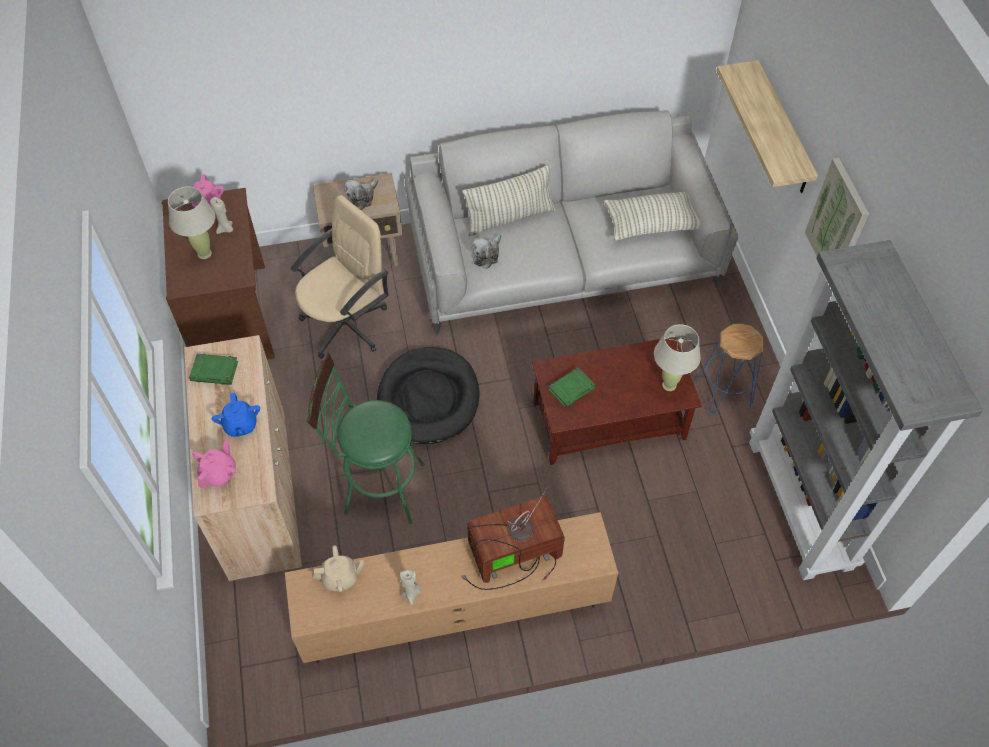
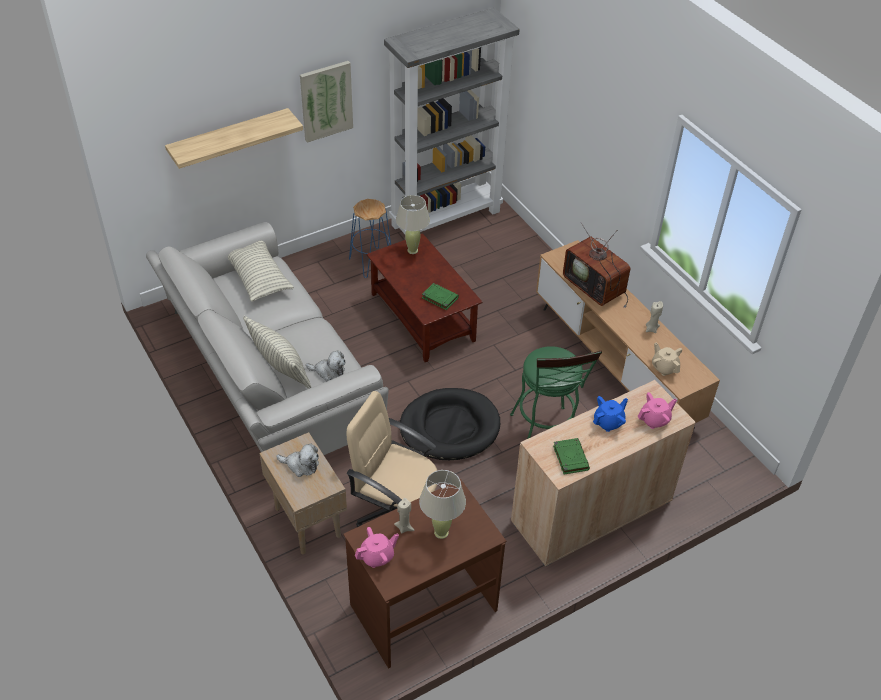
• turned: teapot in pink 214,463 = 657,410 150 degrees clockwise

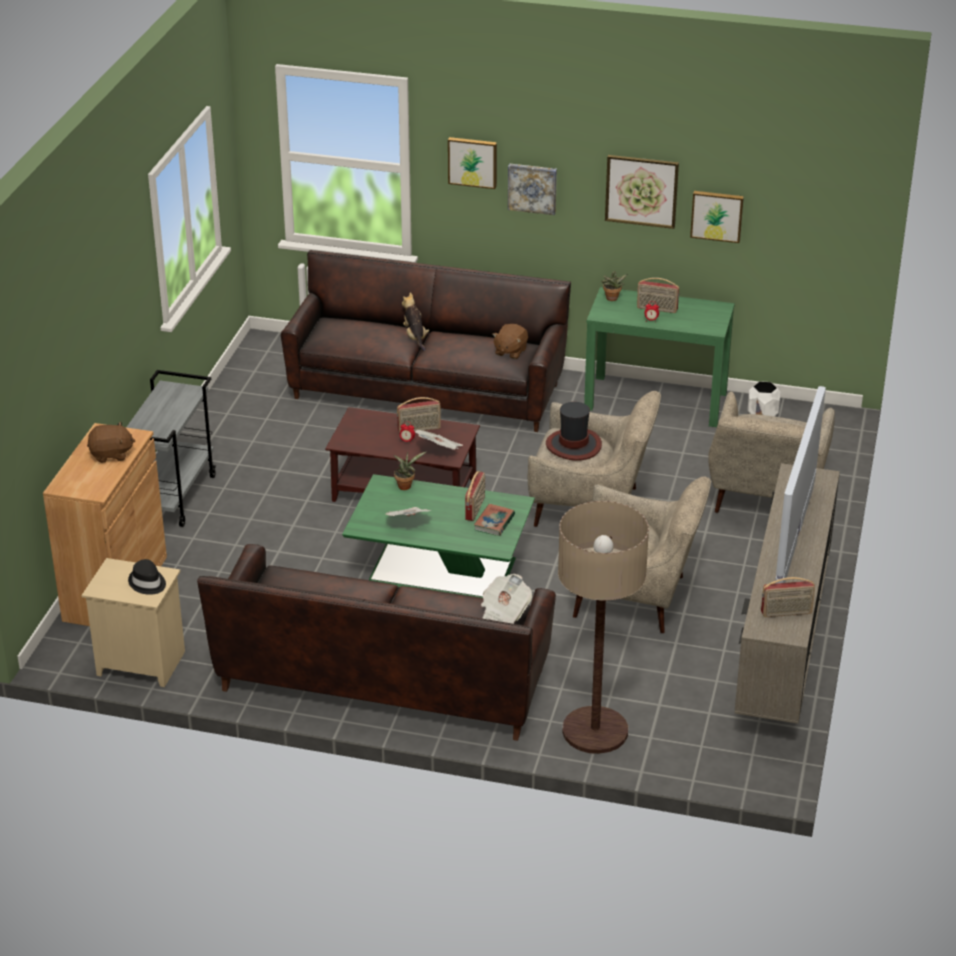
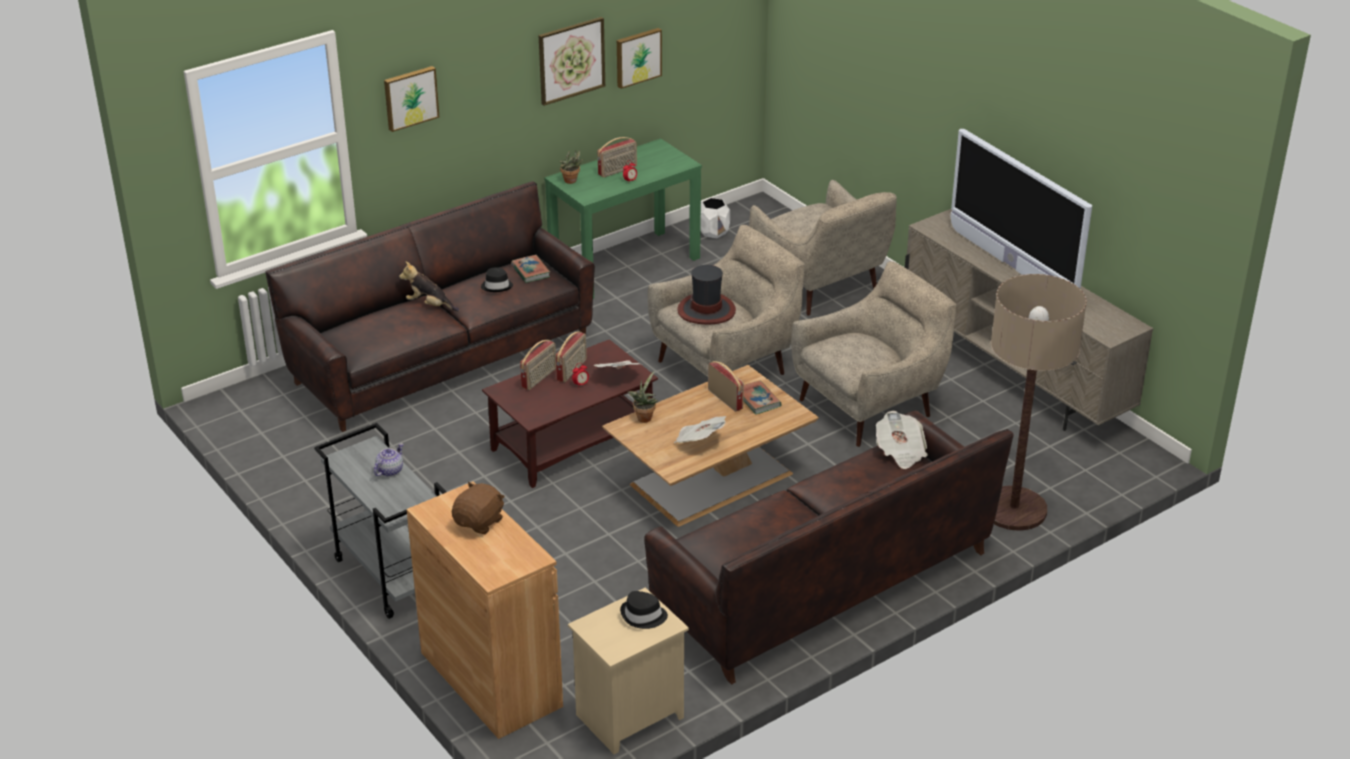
• added: teapot 388,459
• added: hat in black 497,279
• replaced: plush toy in brown 510,341 to book 530,269
• moved: radio 788,597 to 538,365
• recoloured: coffee table in green 438,536 to coffee table in brown 710,446
• removed: picture 532,189

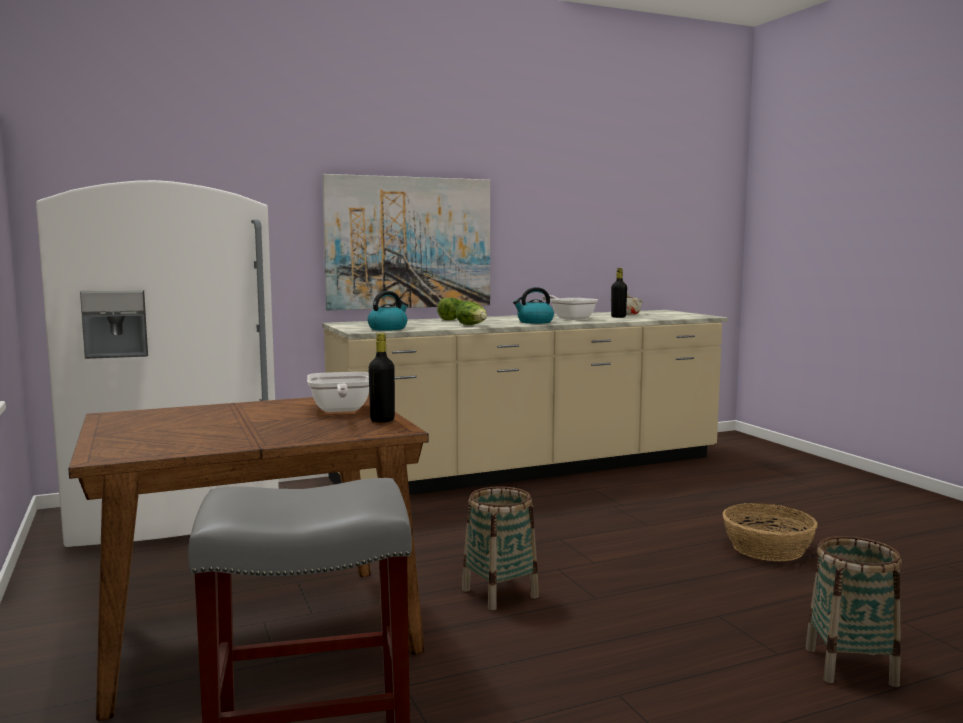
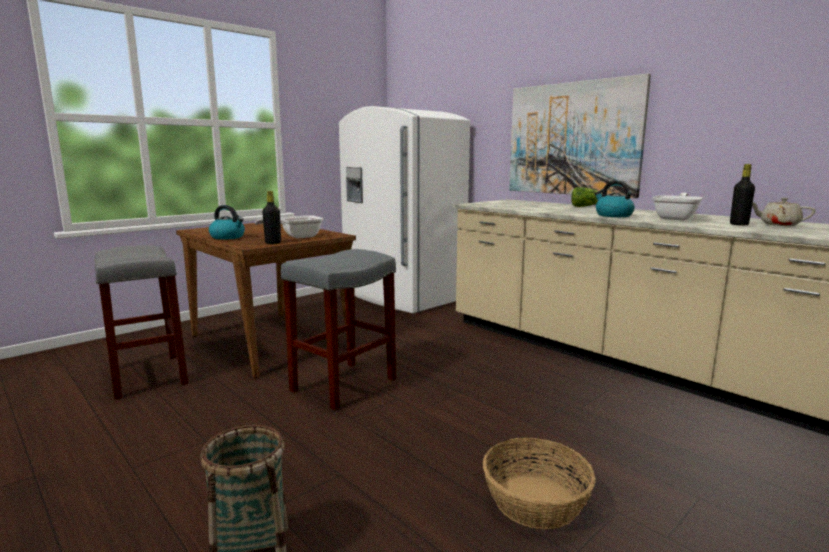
• moved: kettle 387,311 to 227,222
• replaced: basket 500,548 to stool in grey 338,330
• removed: lettuce 471,313

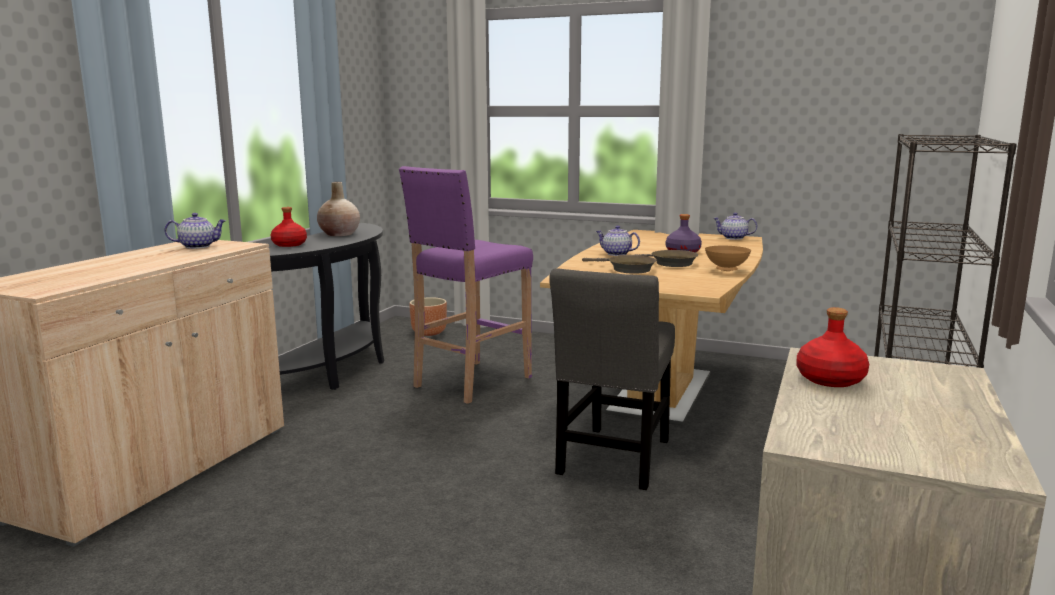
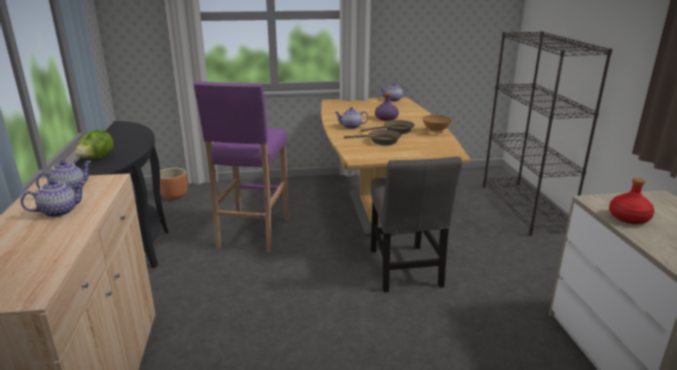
• added: teapot 53,198
• replaced: bottle in red 289,227 to lettuce 94,144
• removed: vase in beige 338,209

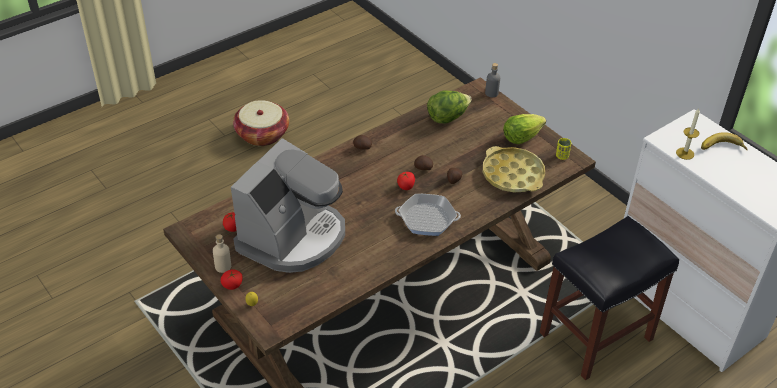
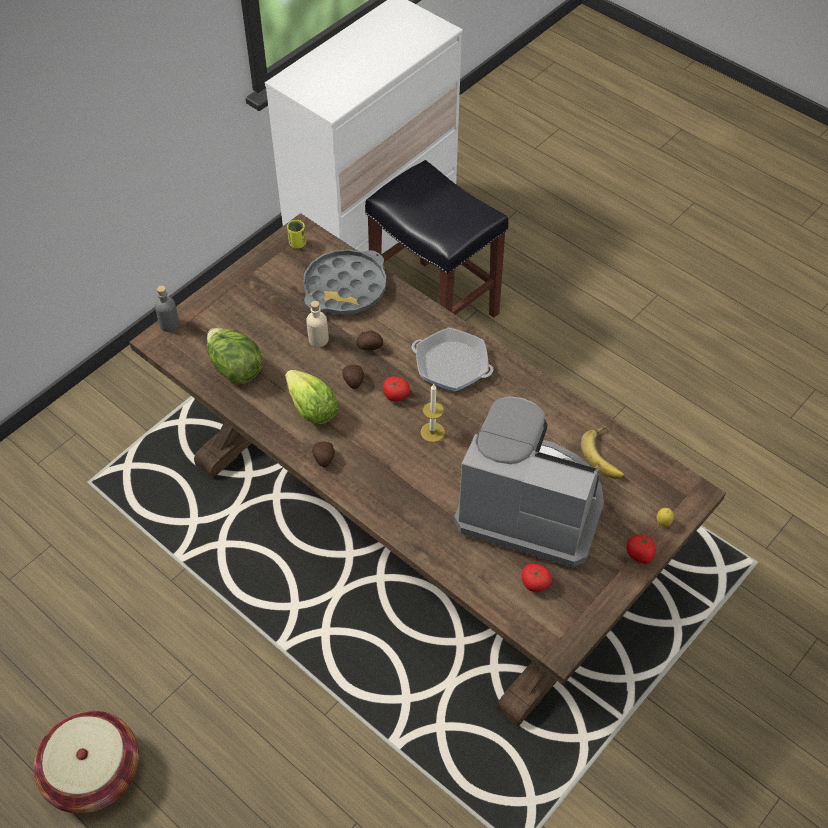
• moved: lettuce 525,129 to 312,397
• recoloured: tray in yellow 514,169 to tray in grey 344,282
• moved: bottle in beige 222,253 to 317,324
• turned: frying pan 428,215 = 452,359 60 degrees counterclockwise
• moved: candle 688,134 to 433,413
• moved: banana 724,141 to 603,452

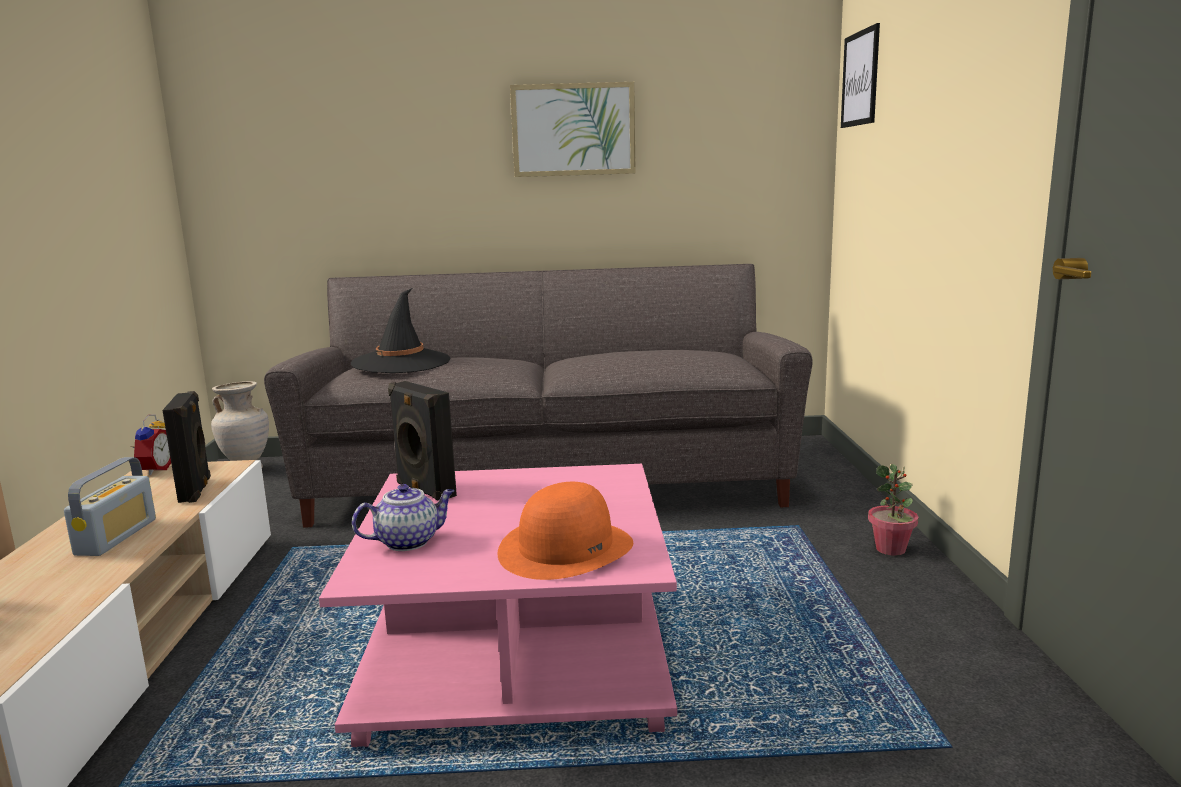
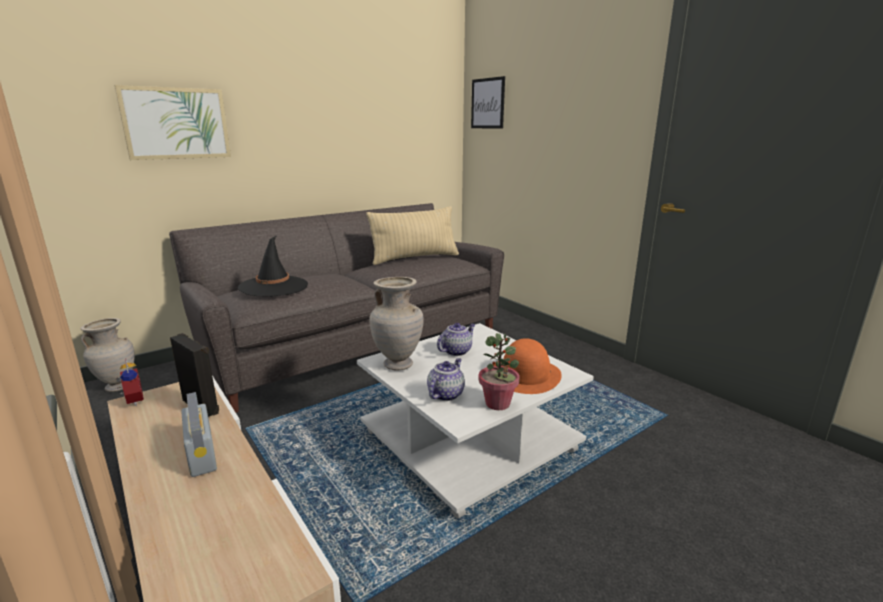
• moved: picture 573,129 to 172,122
• recoloured: coffee table in pink 498,605 to coffee table in white 475,421
• added: pillow in beige 412,235
• replaced: speaker in black 422,441 to vase in beige 396,323
• added: teapot 456,339
• moved: potted plant 893,510 to 499,371

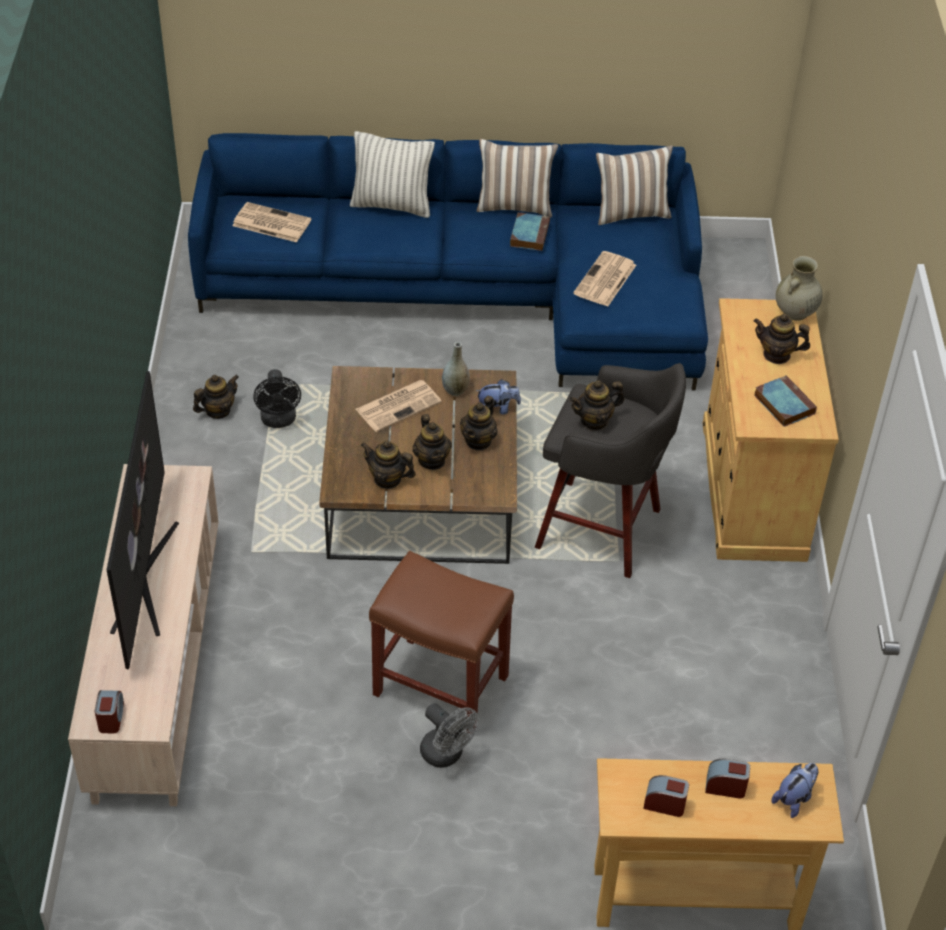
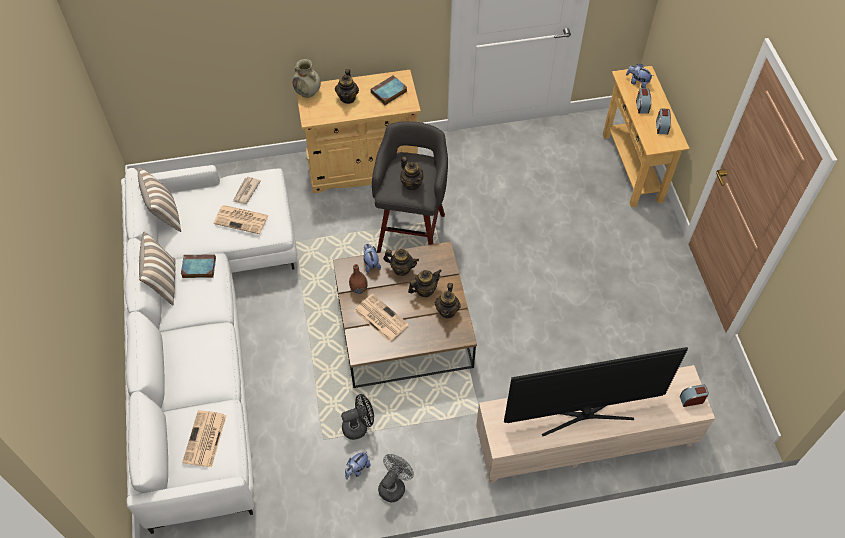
• recoloured: sofa in blue 448,262 to sofa in white 209,349
• added: newspaper 247,190
• replaced: teapot 216,397 to plush toy 358,465
• recoloured: vase in grey 456,369 to vase in brown 358,279
• moved: fan in grey 449,735 to 396,478
• removed: pillow 392,174
• removed: stool in brown 441,641

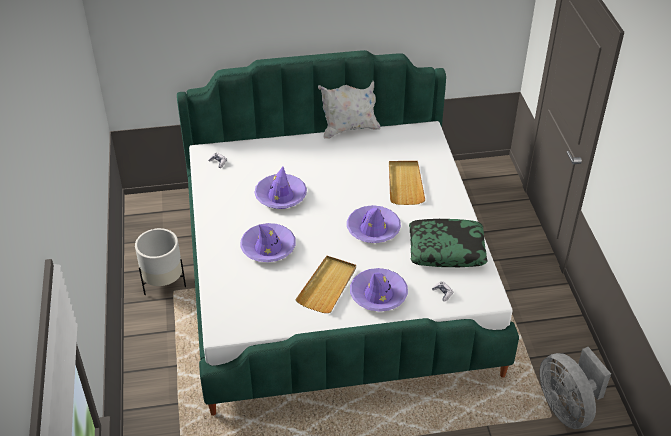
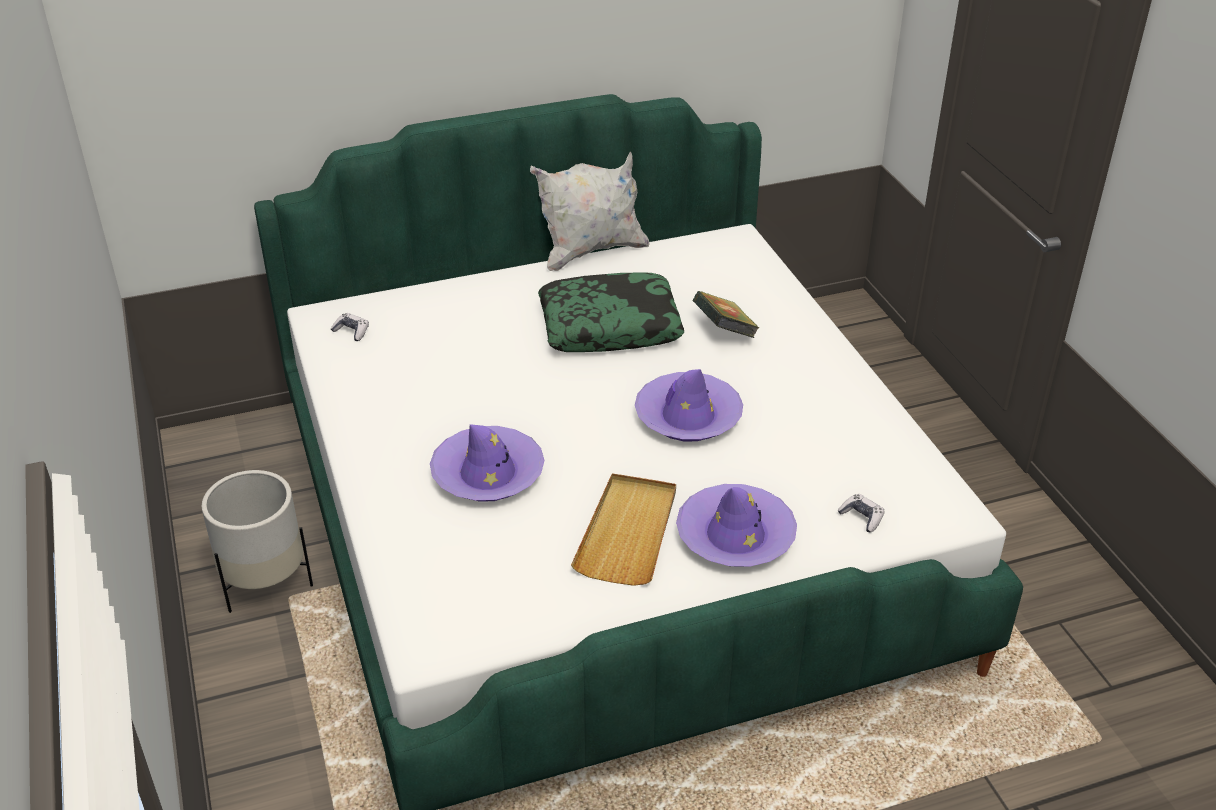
• moved: pillow 448,243 to 611,312
• replaced: tray in beige 407,183 to book 726,314
• removed: hat in purple 280,188
• removed: fan in grey 575,388

